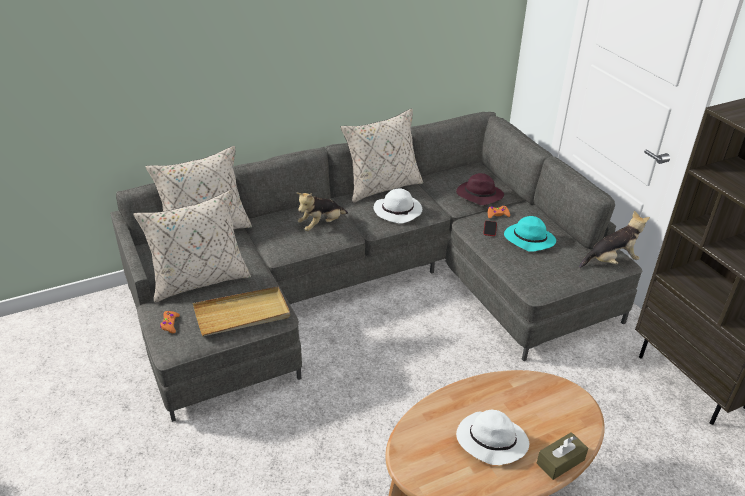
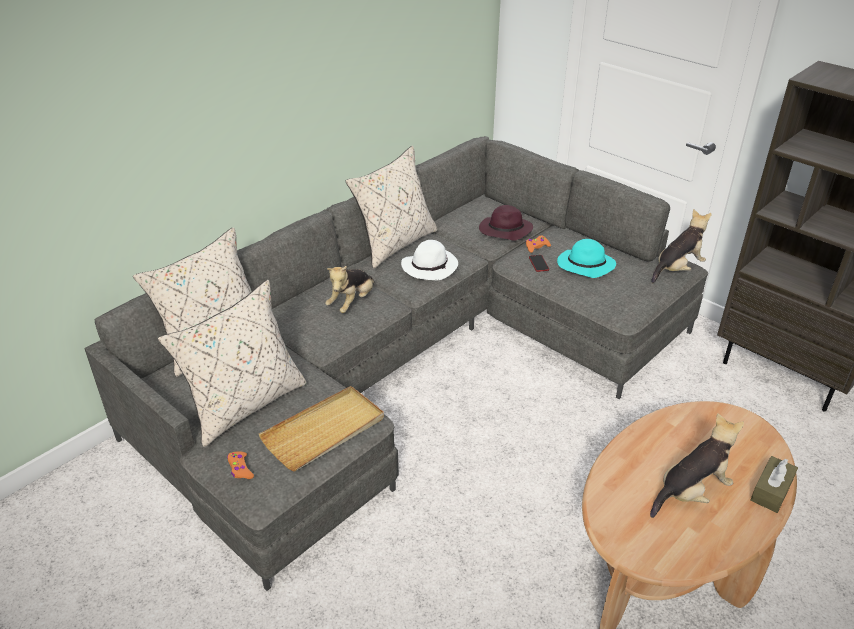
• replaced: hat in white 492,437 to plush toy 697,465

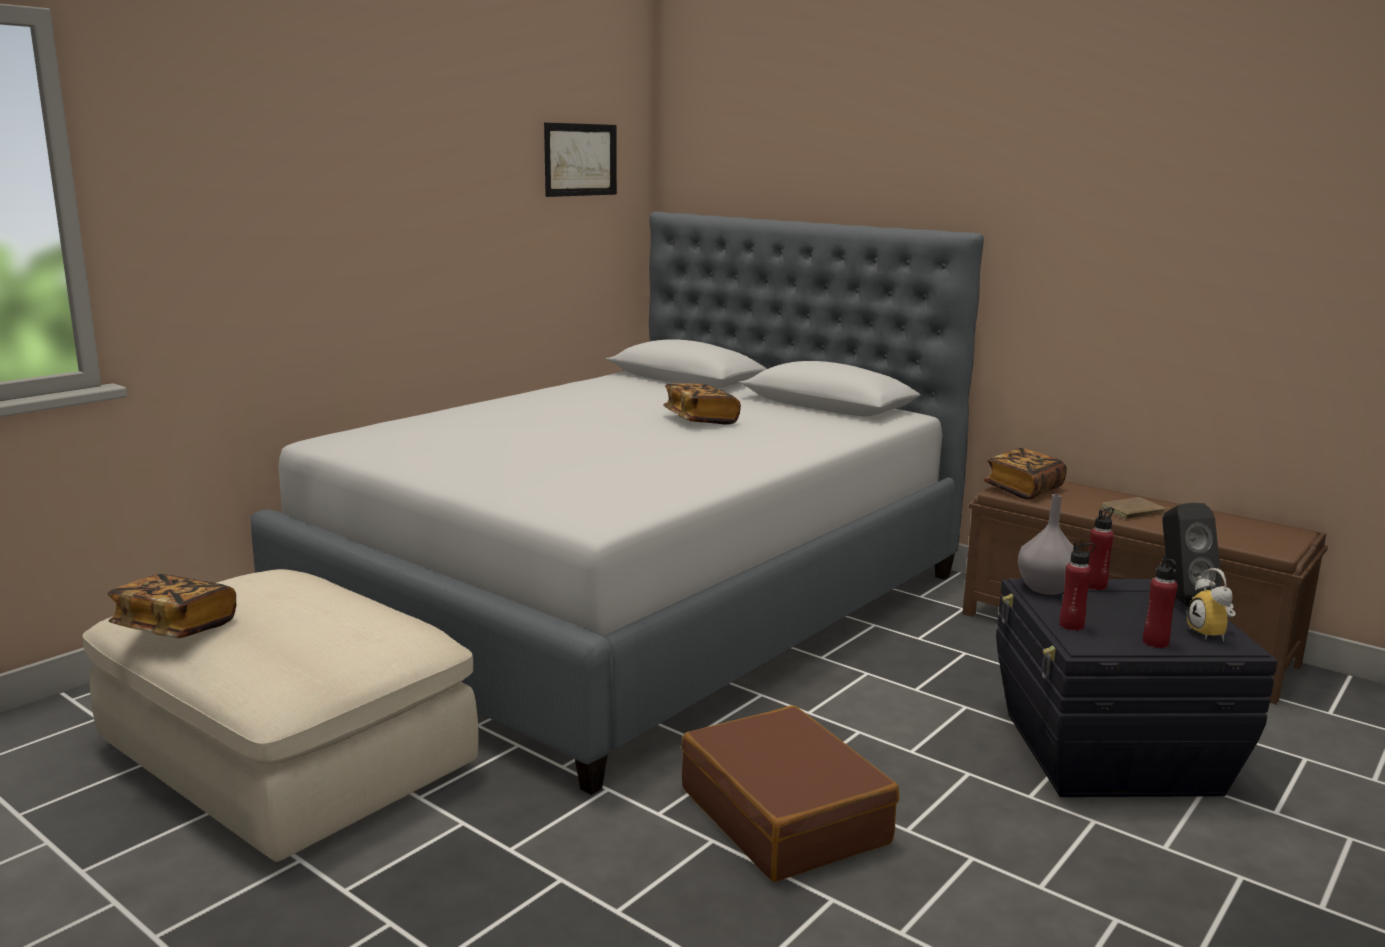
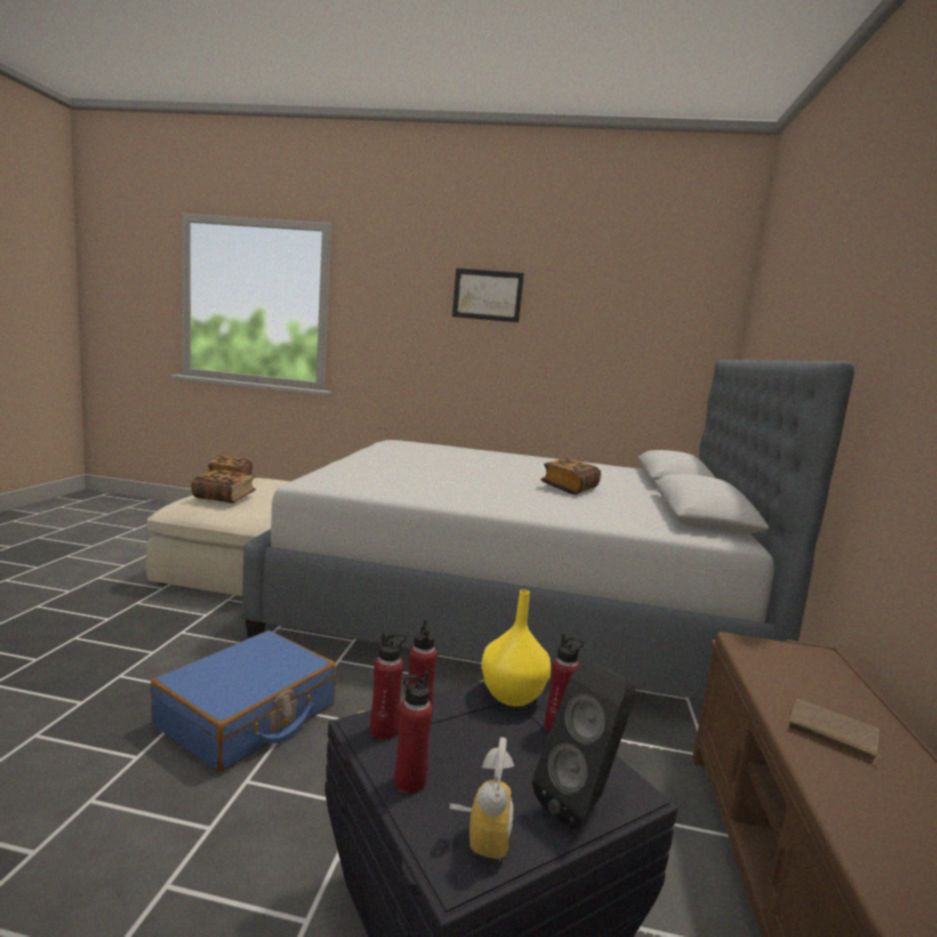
• recoloured: suitcase in brown 790,793 to suitcase in blue 243,702
• moved: book 1025,474 to 223,486
• added: bottle in red 388,686
• turned: alarm clock 1211,605 = 482,799 135 degrees clockwise
• moved: picture 580,160 to 488,295
• recoloured: vase in grey 1046,544 to vase in yellow 516,648

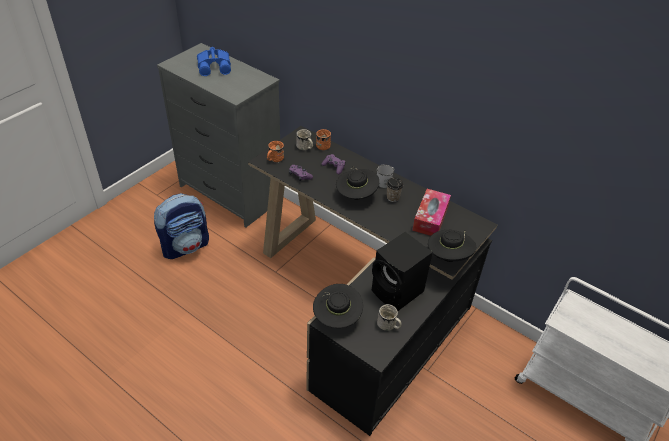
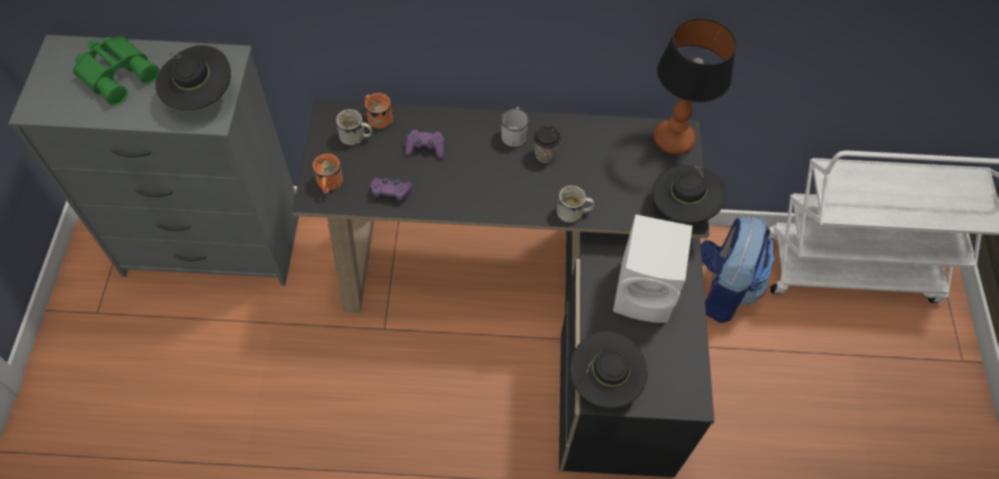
• recoloured: binoculars in blue 214,61 to binoculars in green 116,70
• moved: hat in black 357,183 to 193,77
• moved: mug in white 389,317 to 575,204
• recoloured: speaker in black 402,271 to speaker in white 653,268
• added: table lamp 695,86
• moved: backpack 181,226 to 737,269
• removed: tissue box 431,212

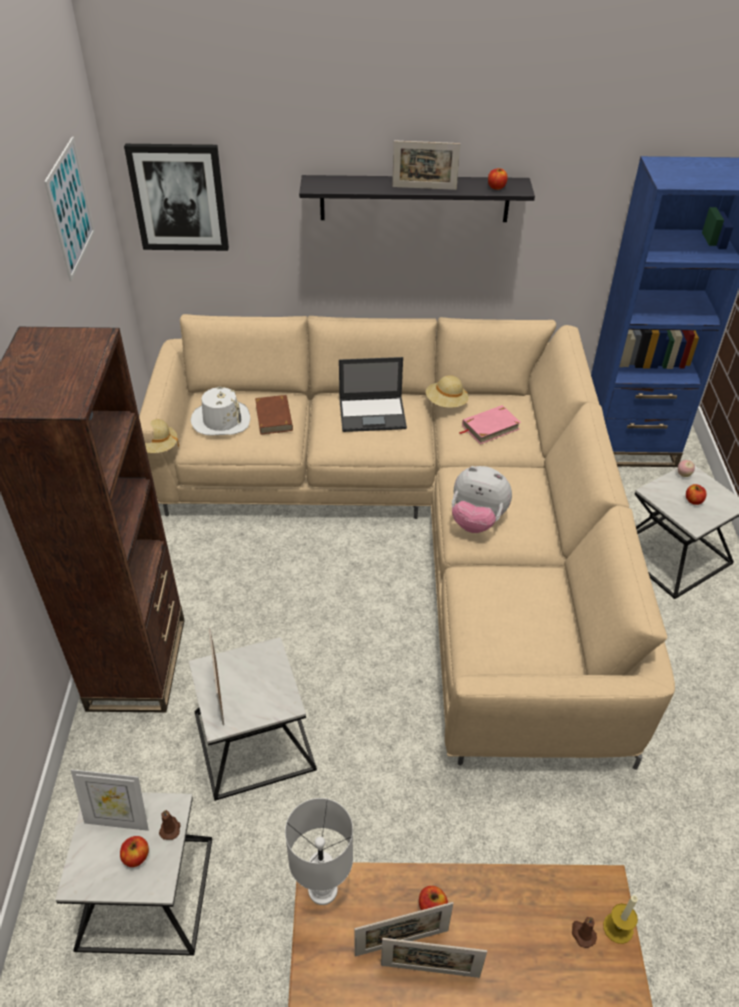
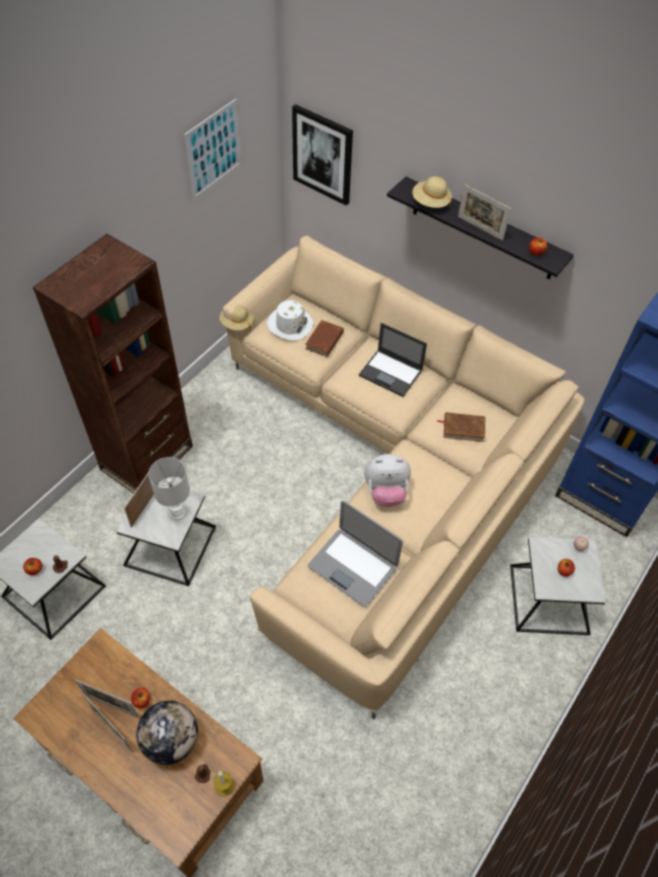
• added: globe 167,733
• moved: table lamp in white 319,851 to 169,488
• added: laptop 355,554
• turned: plush toy 482,499 = 387,480 60 degrees counterclockwise
• moved: hat in beige 447,391 to 432,192
• recoloured: book in pink 490,424 to book in brown 461,427
• removed: picture frame 110,800

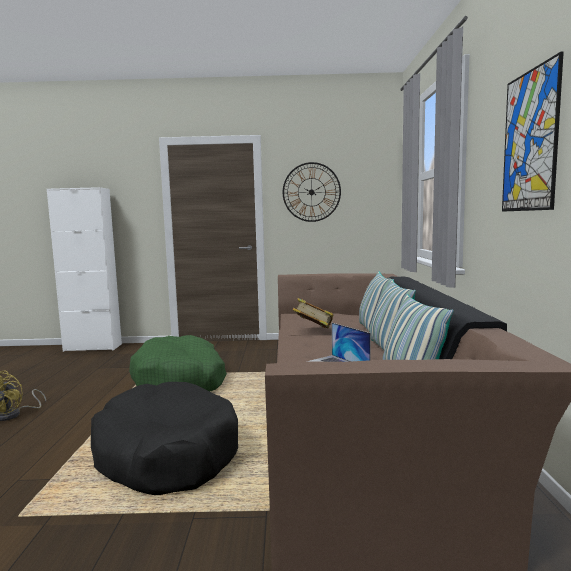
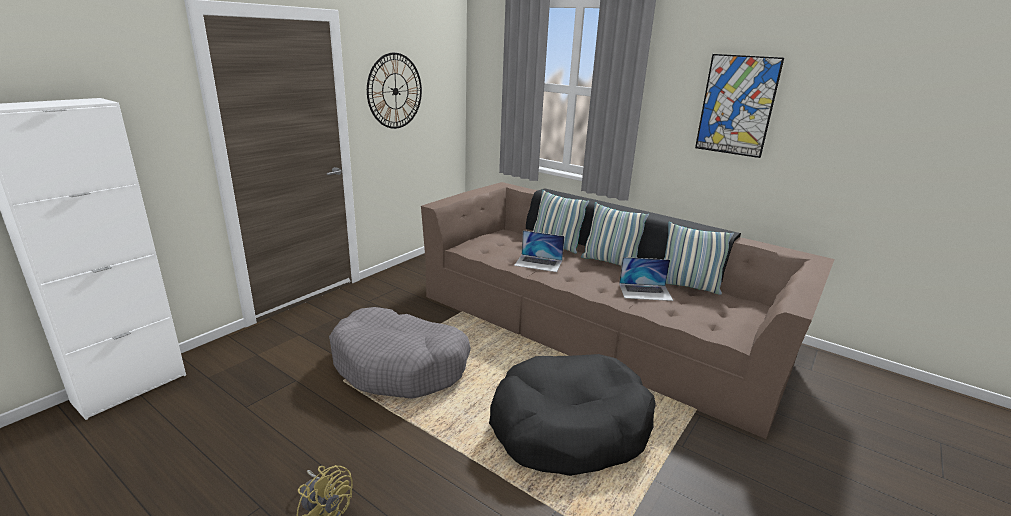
• recoloured: dog bed in green 178,363 to dog bed in grey 400,353
• replaced: book 313,313 to laptop 539,251

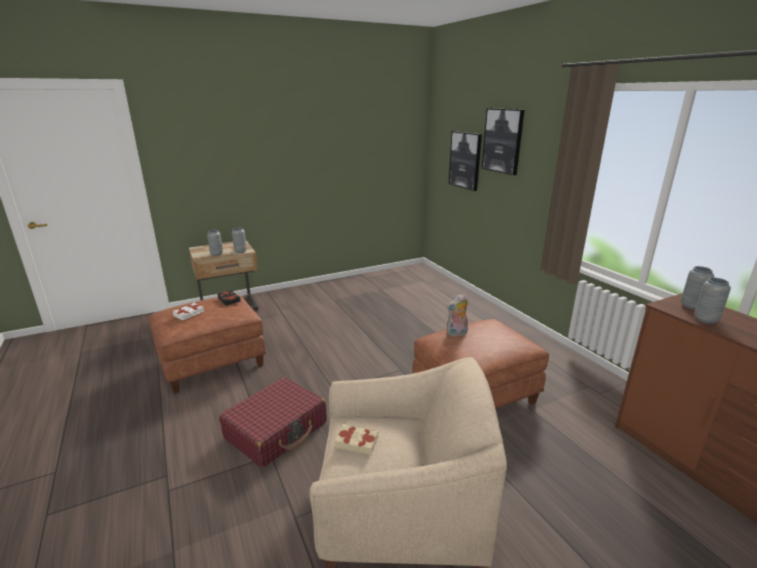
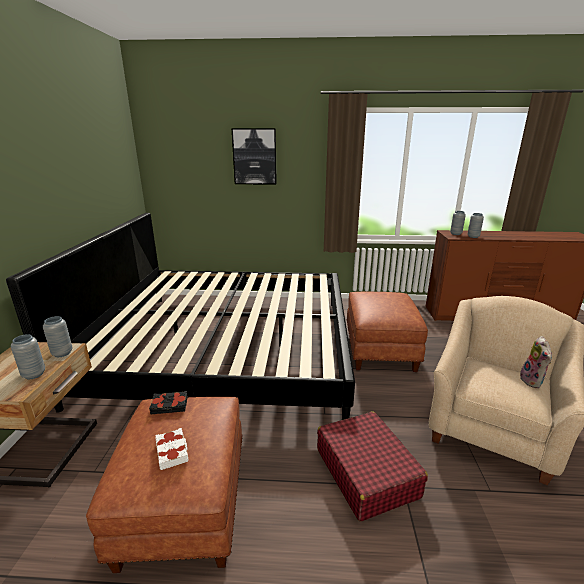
• added: bed 180,316
• moved: plush toy 457,315 to 536,362
• removed: book in beige 356,439
• removed: picture 465,161

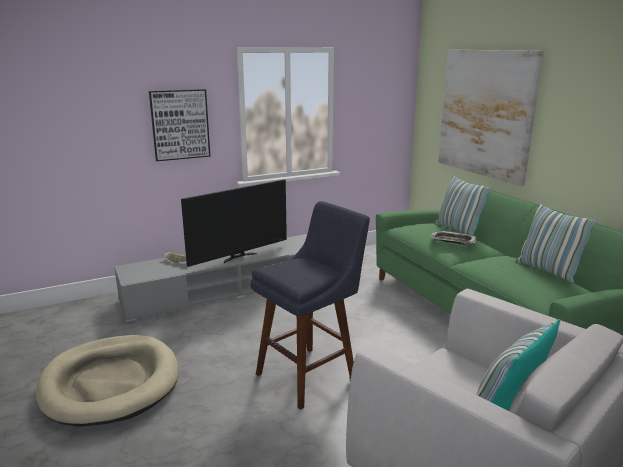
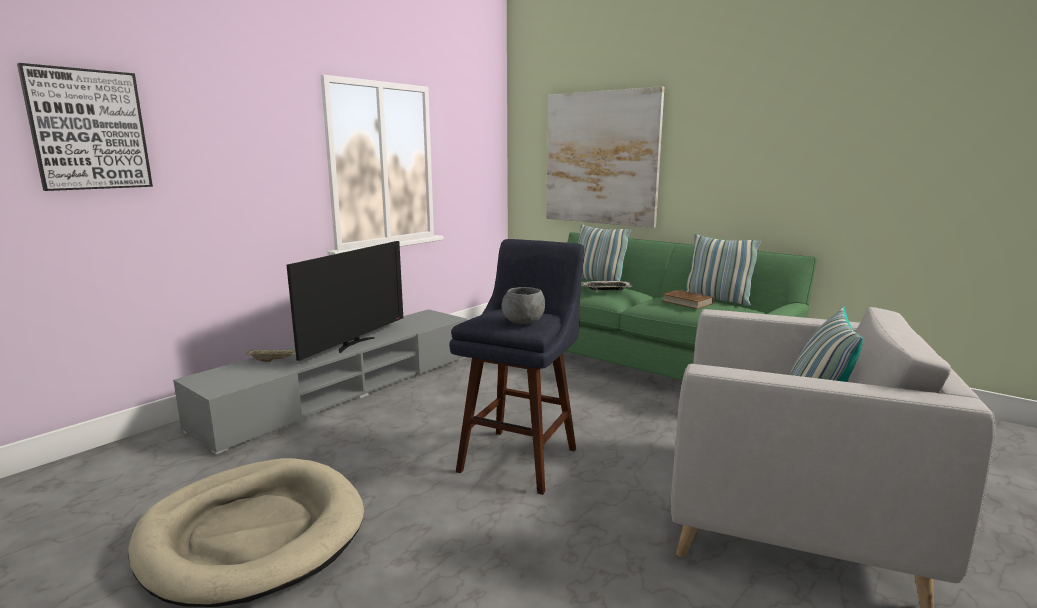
• moved: picture 179,125 to 85,127
• added: bowl in grey 523,305
• added: book in brown 688,299

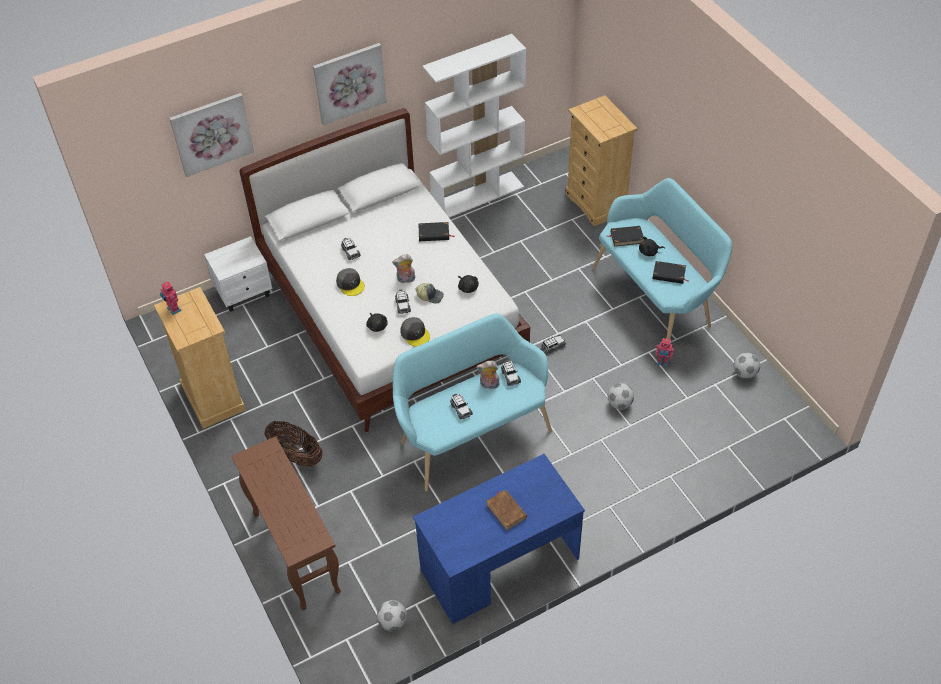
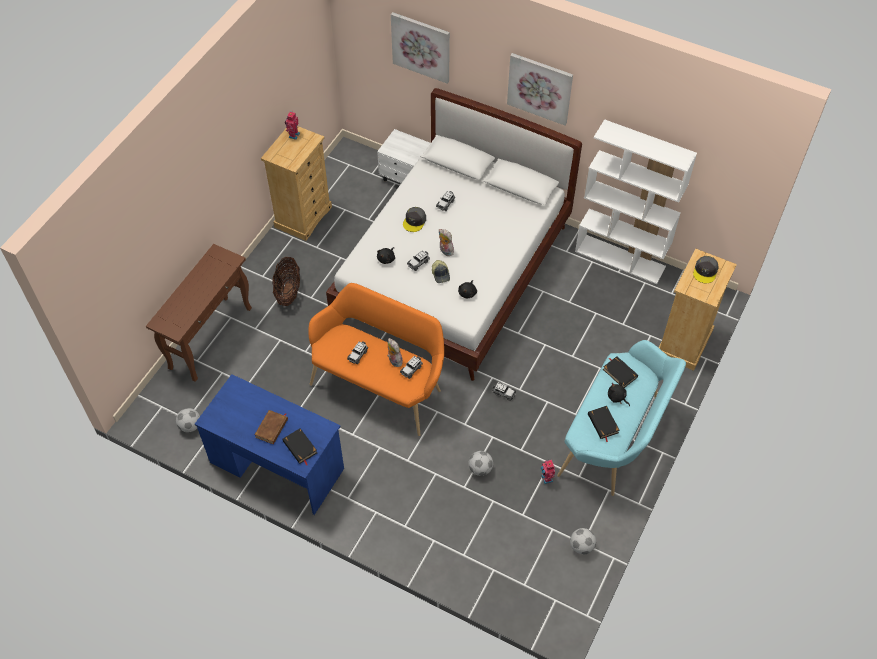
• moved: book in black 436,231 to 299,447
• recoloured: bench in turquoise 472,402 to bench in orange 376,359
• moved: cap in grey 415,332 to 706,269

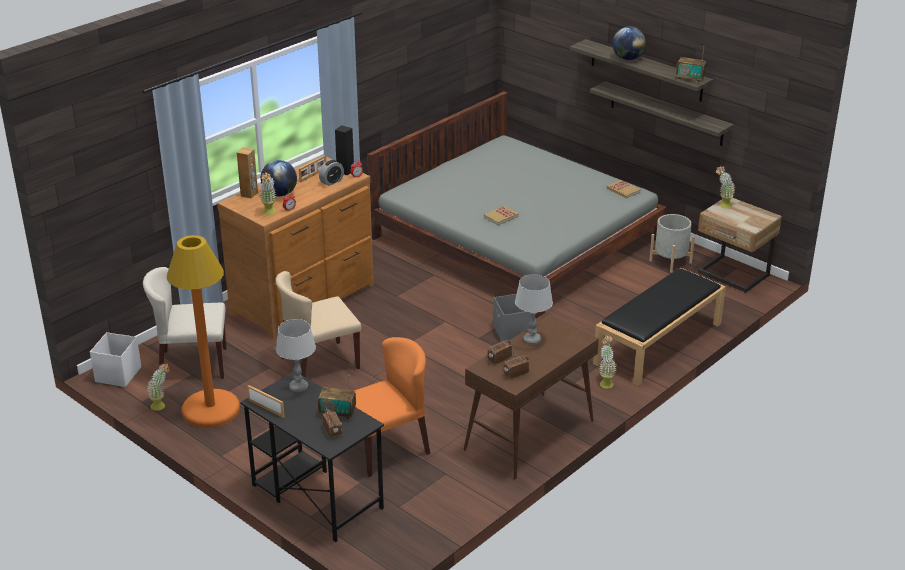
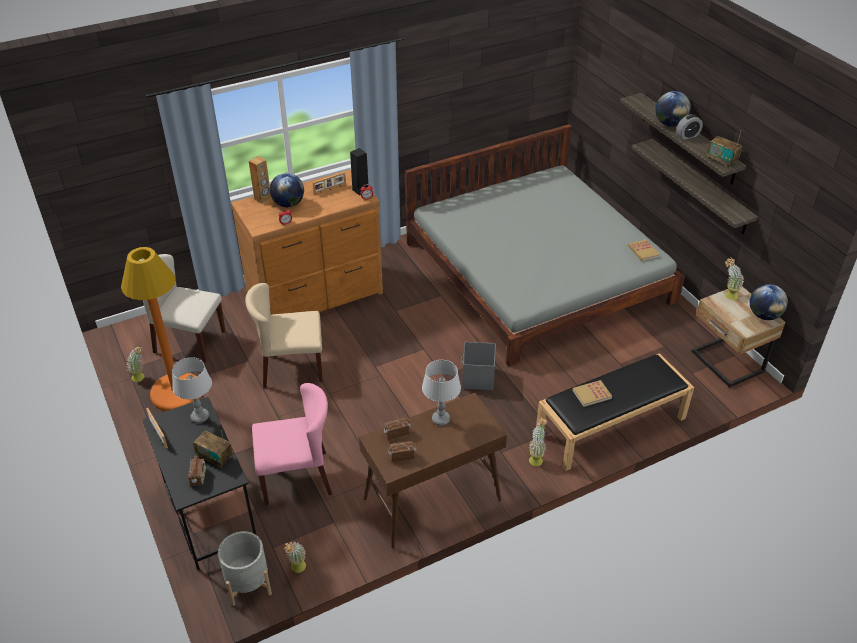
• moved: planter in grey 672,243 to 245,568
• recoloured: chair in orange 392,407 to chair in pink 292,444
• moved: potted plant 268,193 to 294,557
• moved: book 501,215 to 592,393
• moved: alarm clock 331,173 to 690,127
• added: globe 769,302
• removed: storage box in white 115,359

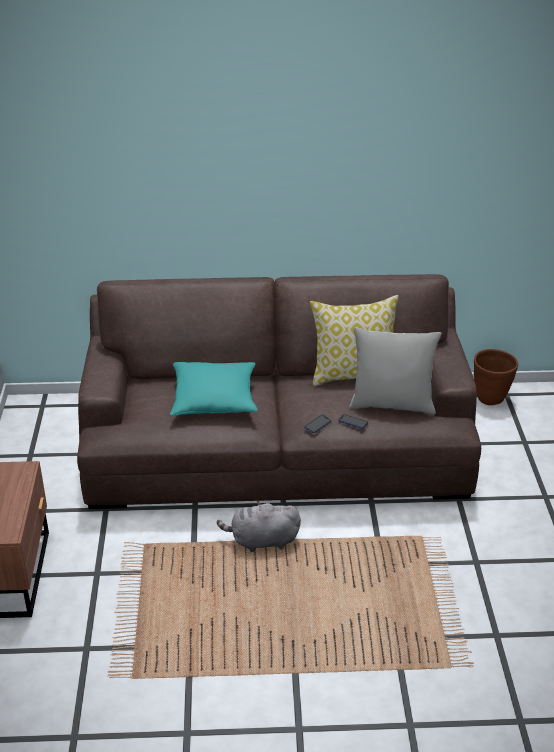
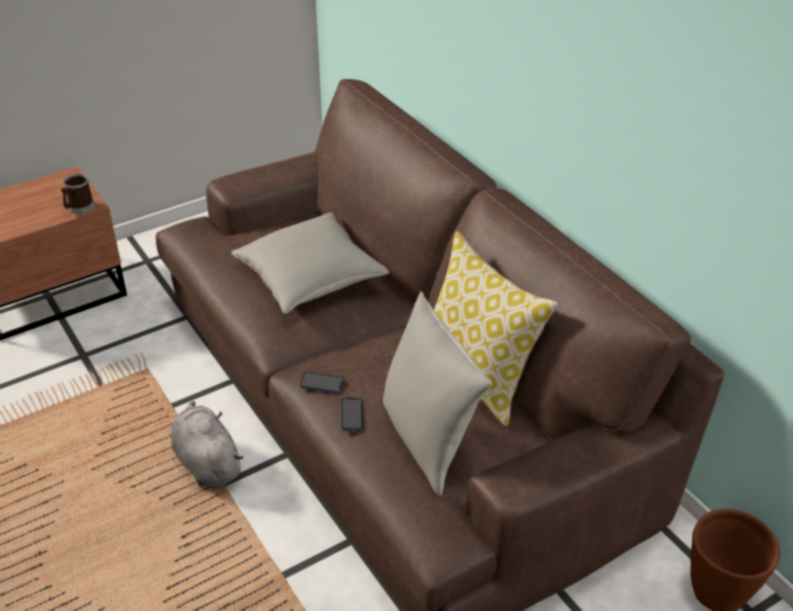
• added: mug 78,194
• recoloured: pillow in turquoise 214,389 to pillow in grey 310,263

